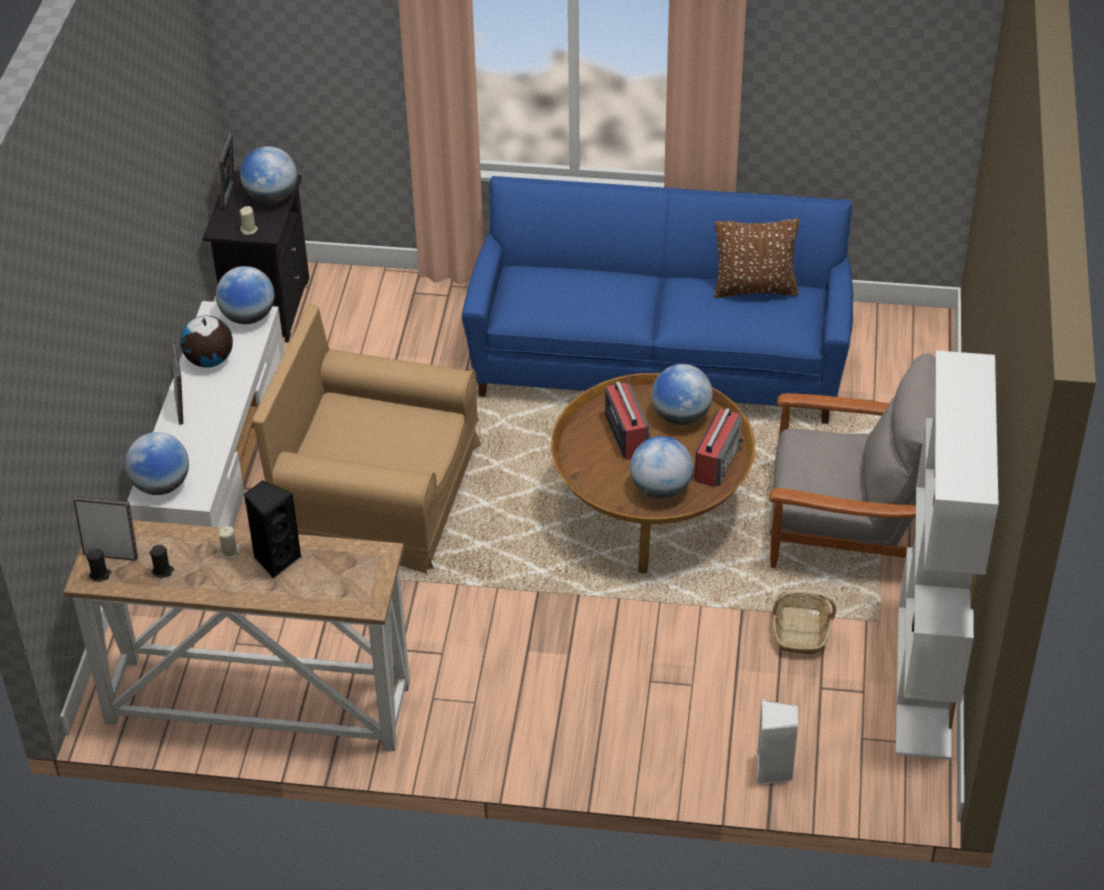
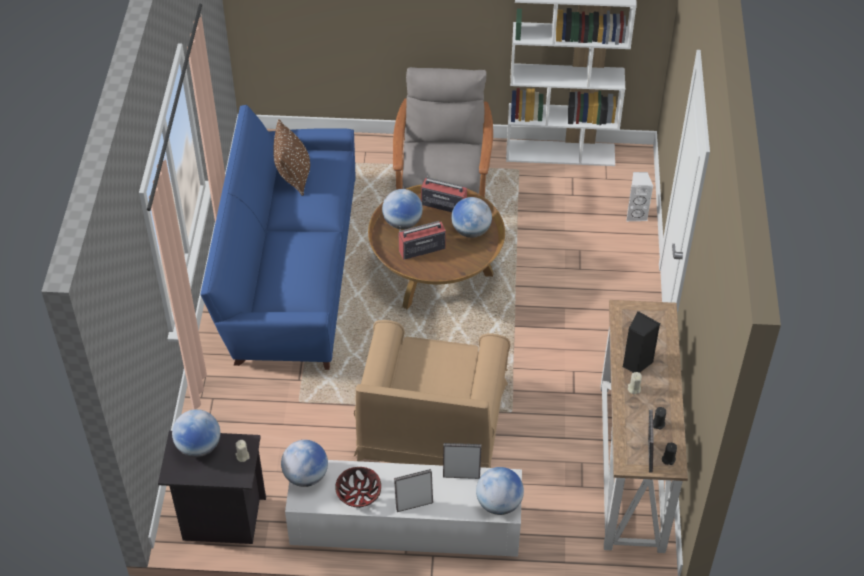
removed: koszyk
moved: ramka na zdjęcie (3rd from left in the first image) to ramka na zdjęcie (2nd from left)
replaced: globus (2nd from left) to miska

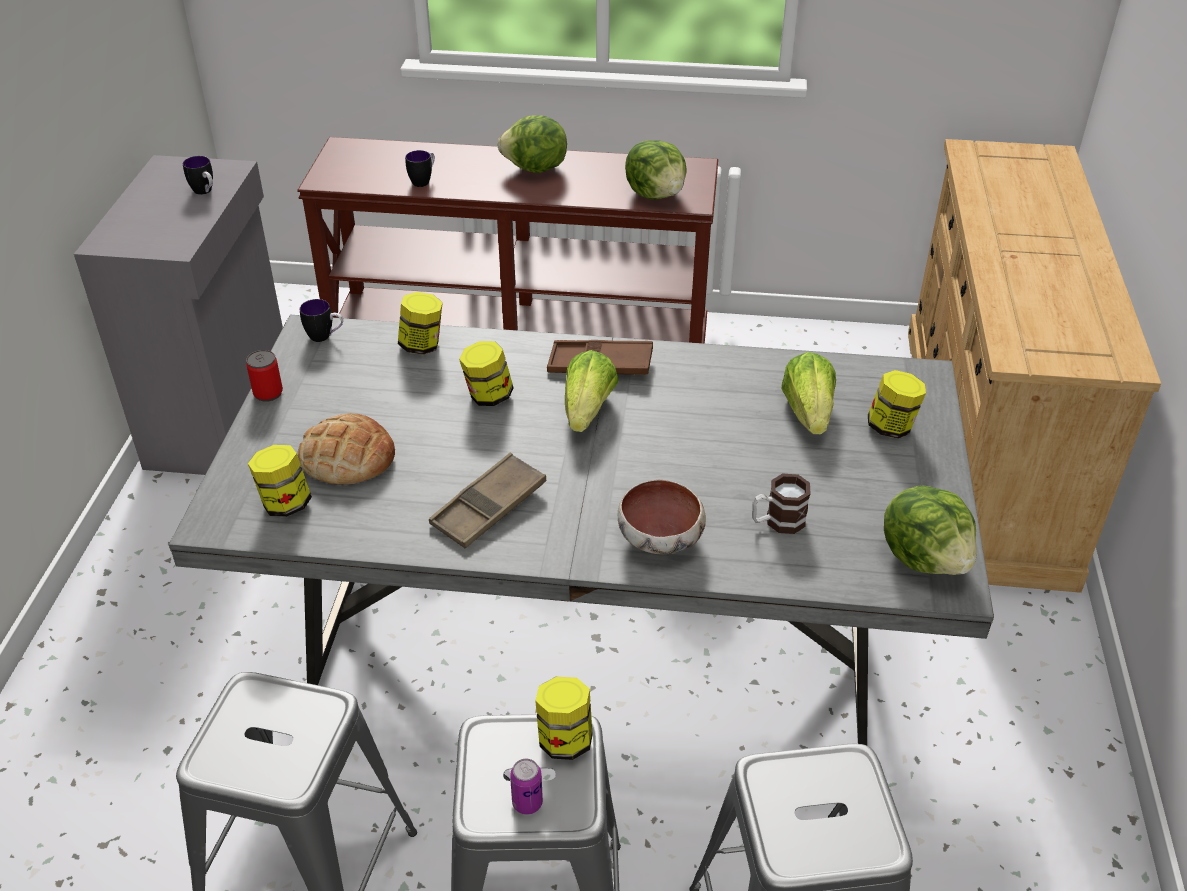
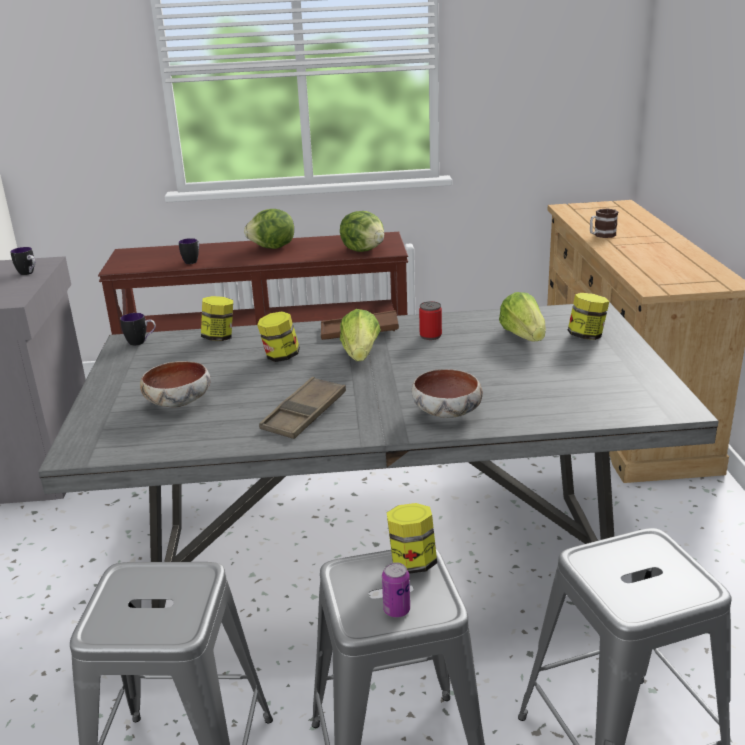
removed: słoik (1st from left); sałata (5th from left)
moved: puszka (1st from left in the first image) to puszka (2nd from left); kubek (4th from left)
replaced: chleb to miska (1st from left)

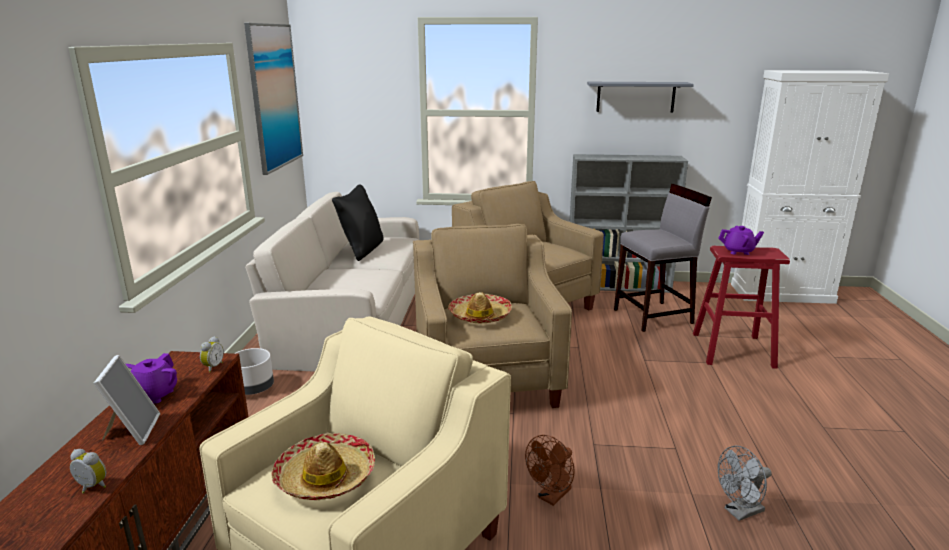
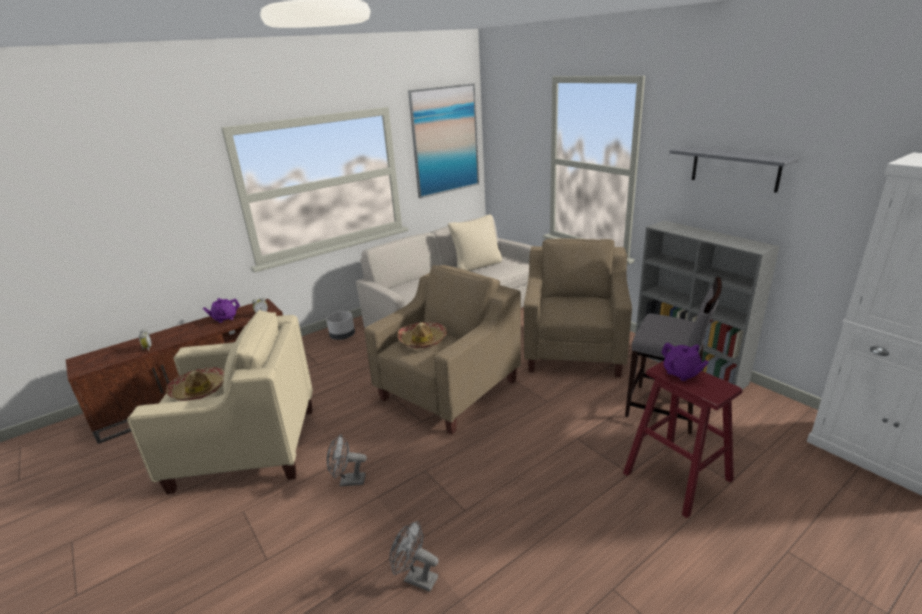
removed: ramka na zdjęcie
recoloured: poduszka [czarny] to poduszka [beżowy]; wentylator [brązowy] to wentylator [szary] (1st from left)

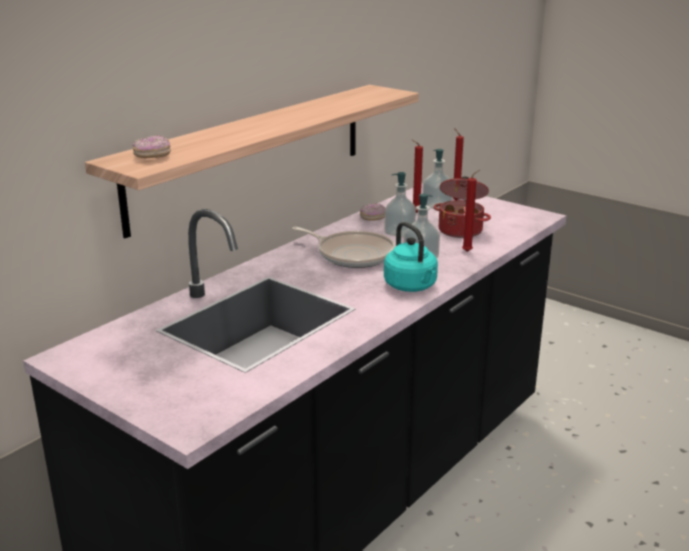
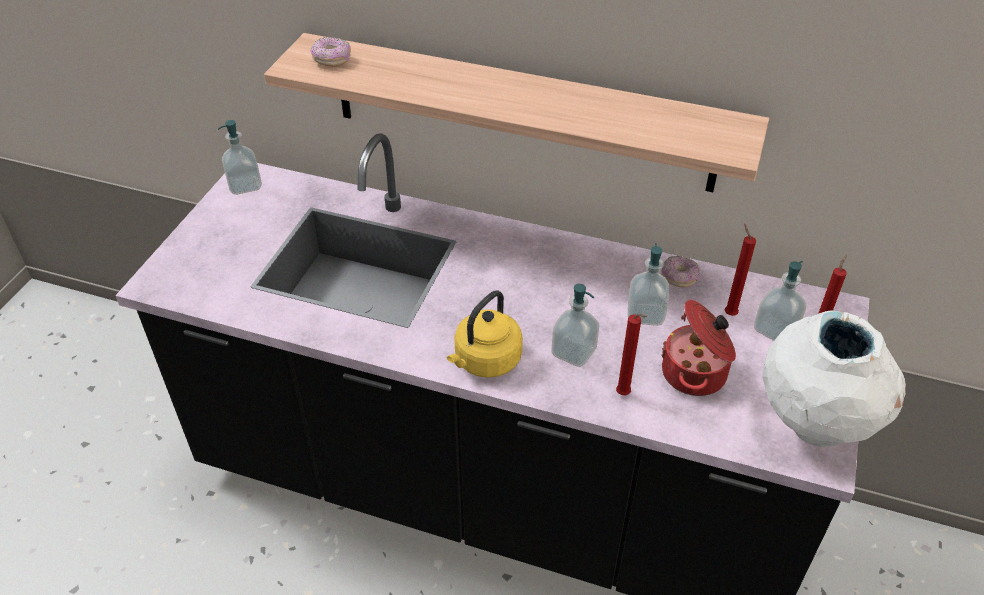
removed: patelnia
added: dozownik mydła (1st from left); wazon [biały]
recoloured: czajnik [turkusowy] to czajnik [żółty]

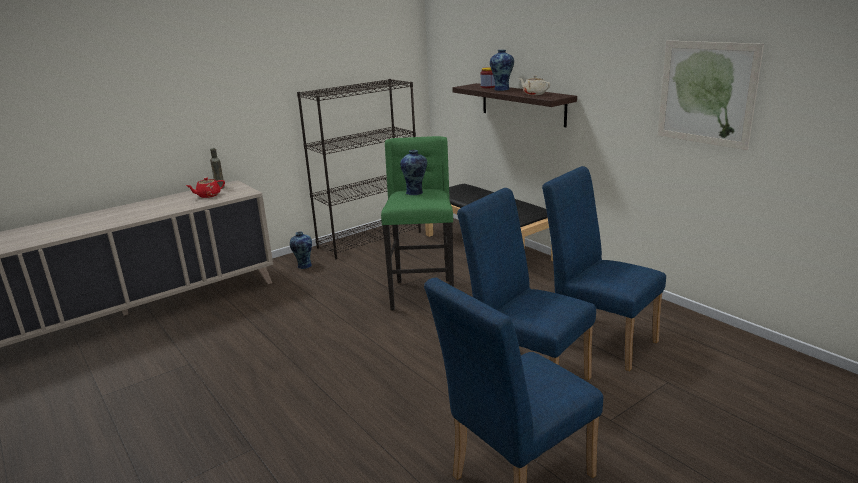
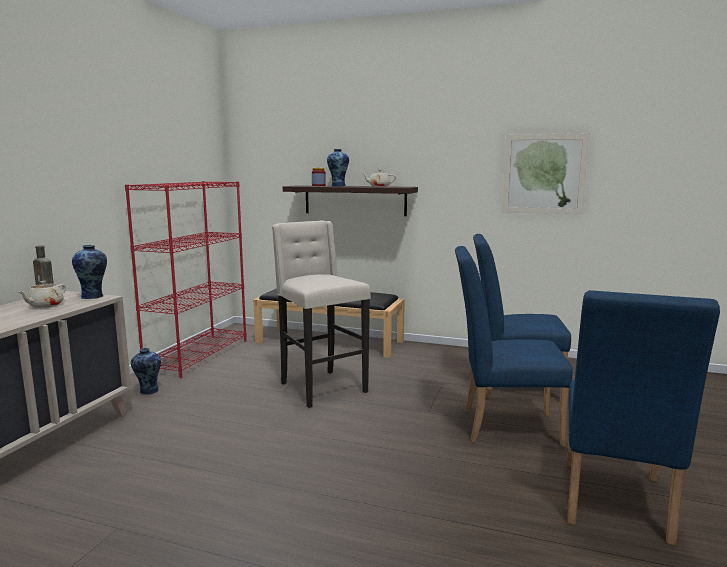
moved: wazon (2nd from left in the first image) to wazon (1st from left)
recoloured: imbryk [czerwony] to imbryk [beżowy] (1st from left); regał [czarny] to regał [czerwony]; stołek [zielony] to stołek [beżowy]

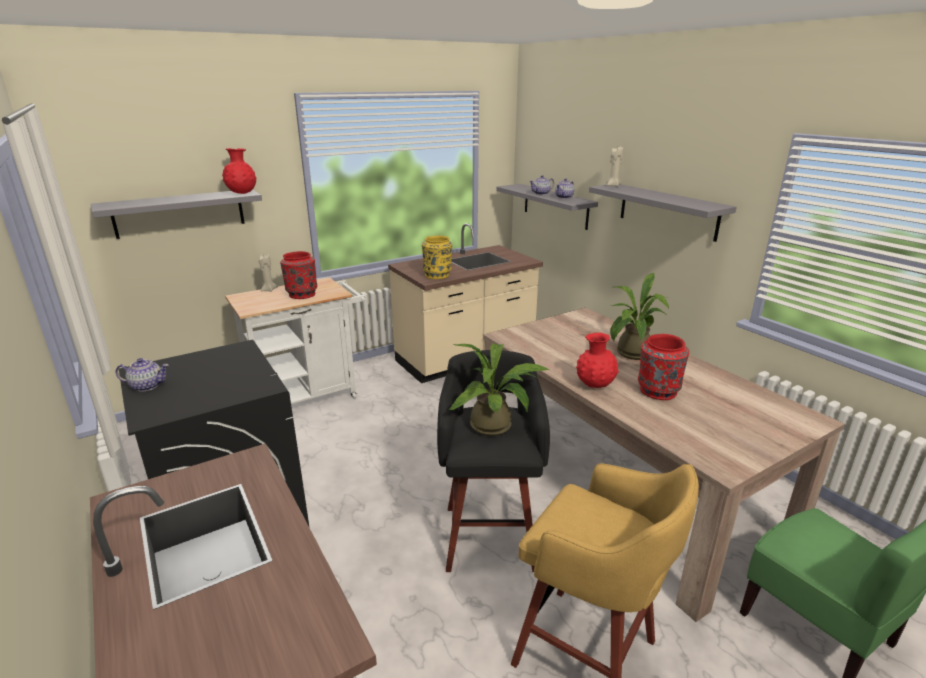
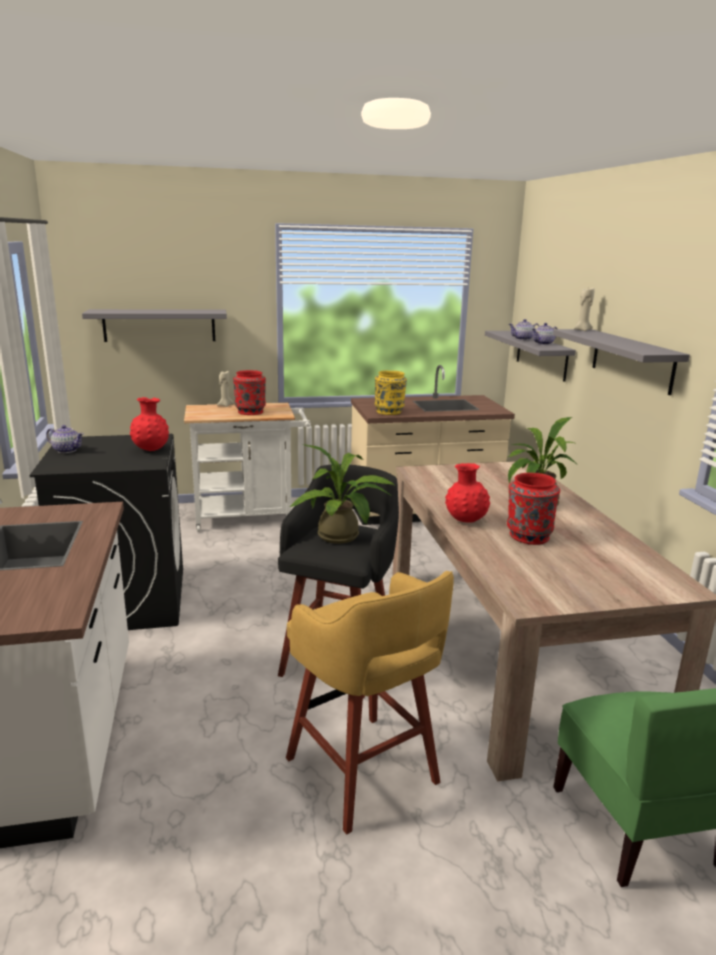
moved: wazon [czerwony] (1st from left)

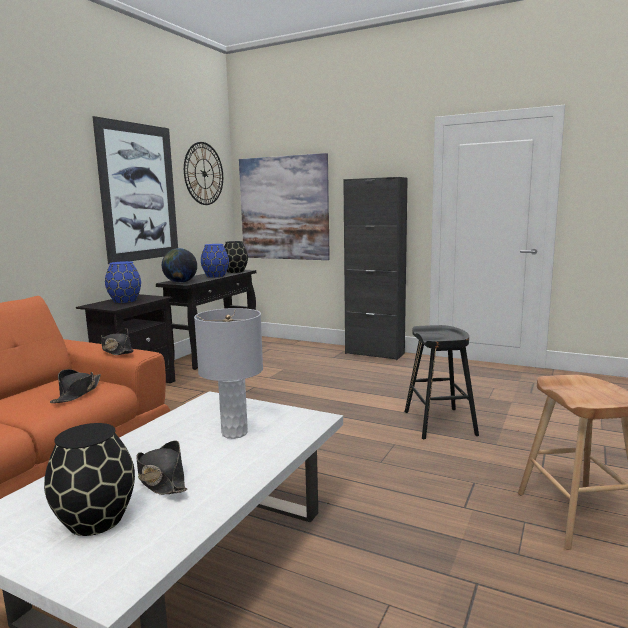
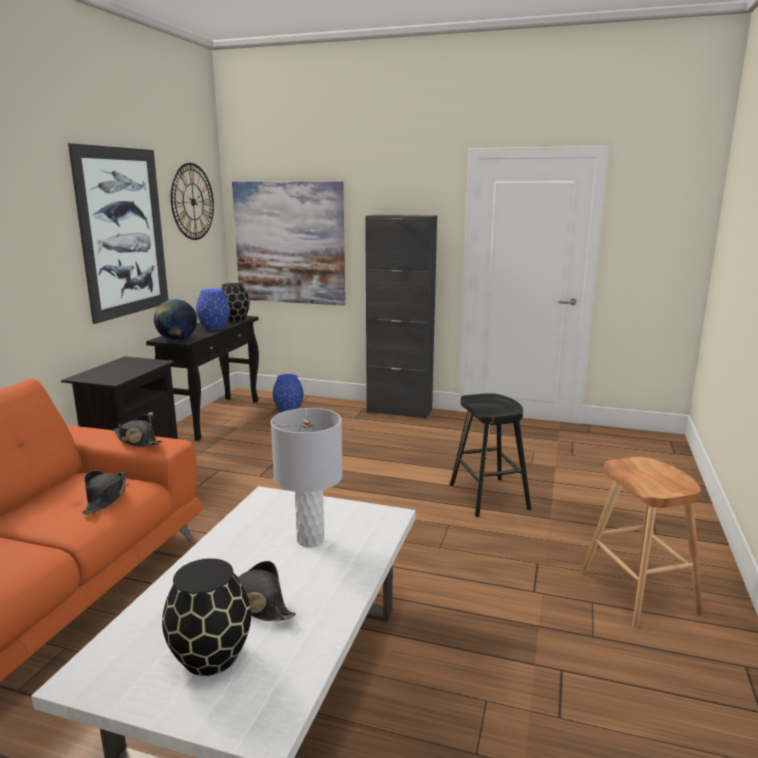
moved: wazon [niebieski] (1st from left in the first image) to wazon [niebieski] (2nd from left)

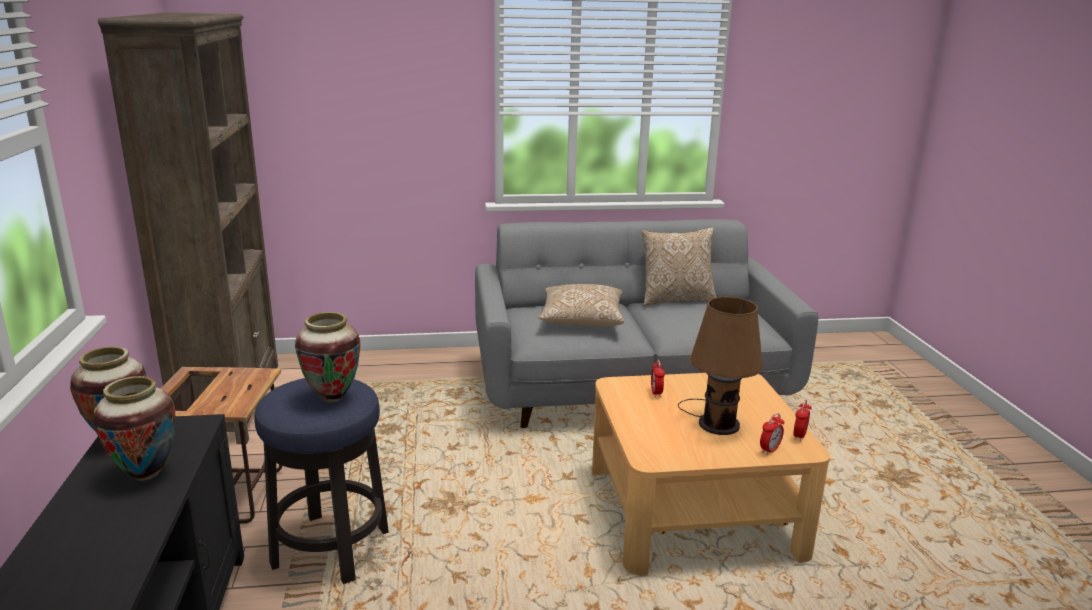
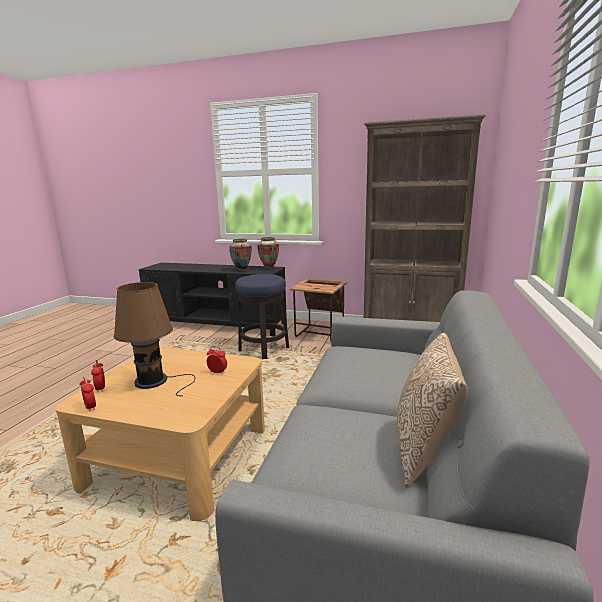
removed: wazon (3rd from left); poduszka (1st from left)

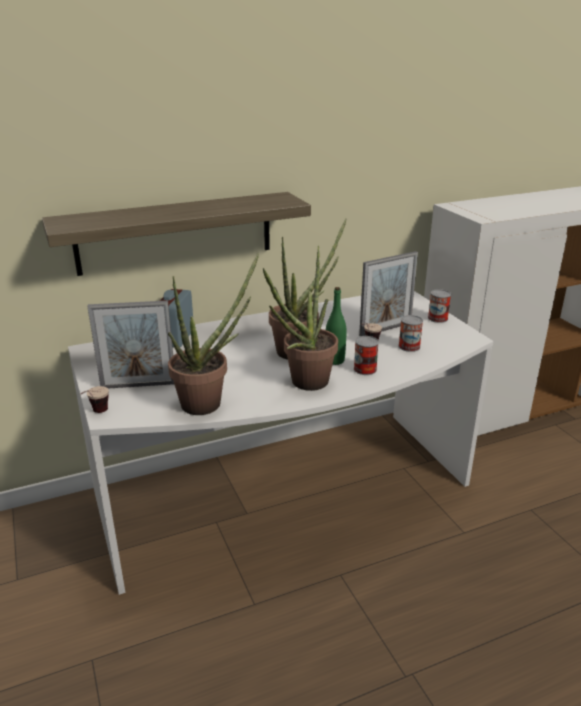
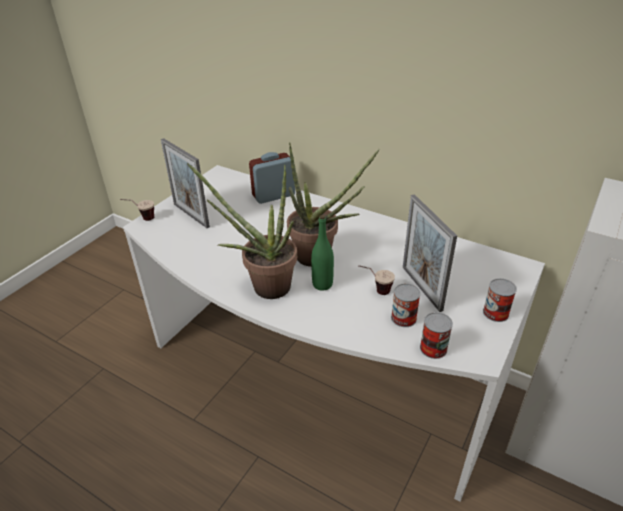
removed: półka; roślina doniczkowa (1st from left)
moved: puszka (1st from left in the first image) to puszka (2nd from left)
turned: ramka na zdjęcie (2nd from left) 45 degrees clockwise

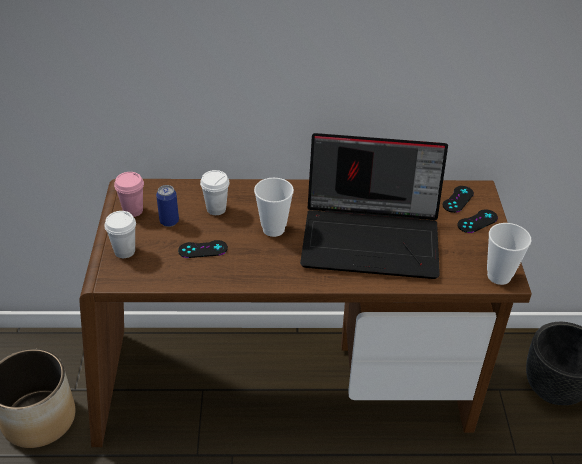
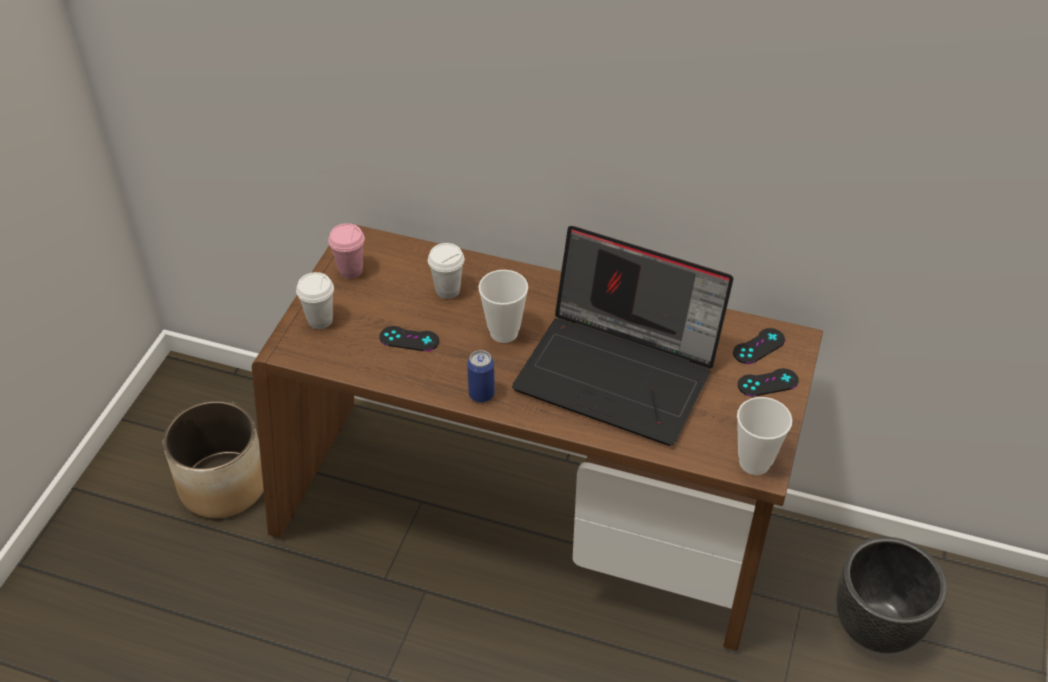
moved: puszka

